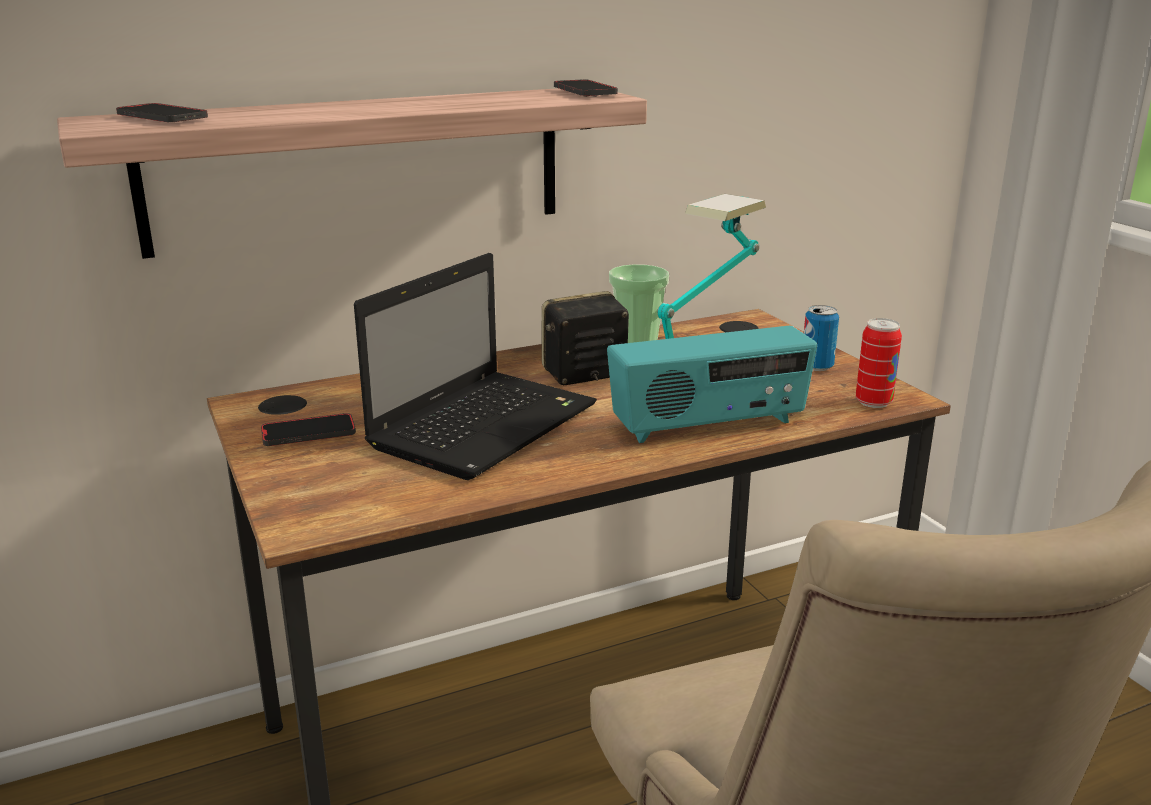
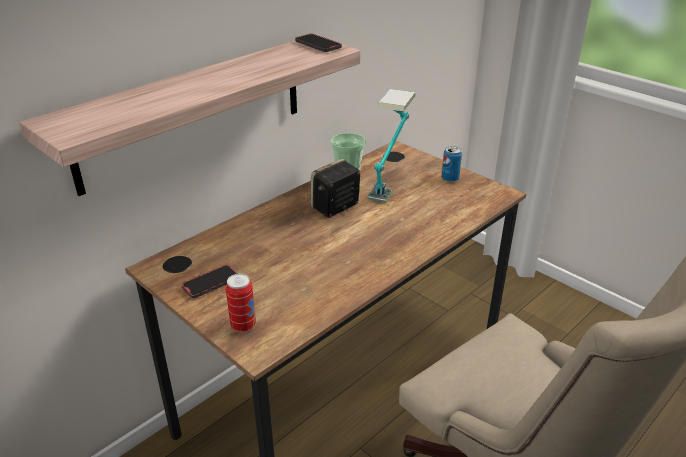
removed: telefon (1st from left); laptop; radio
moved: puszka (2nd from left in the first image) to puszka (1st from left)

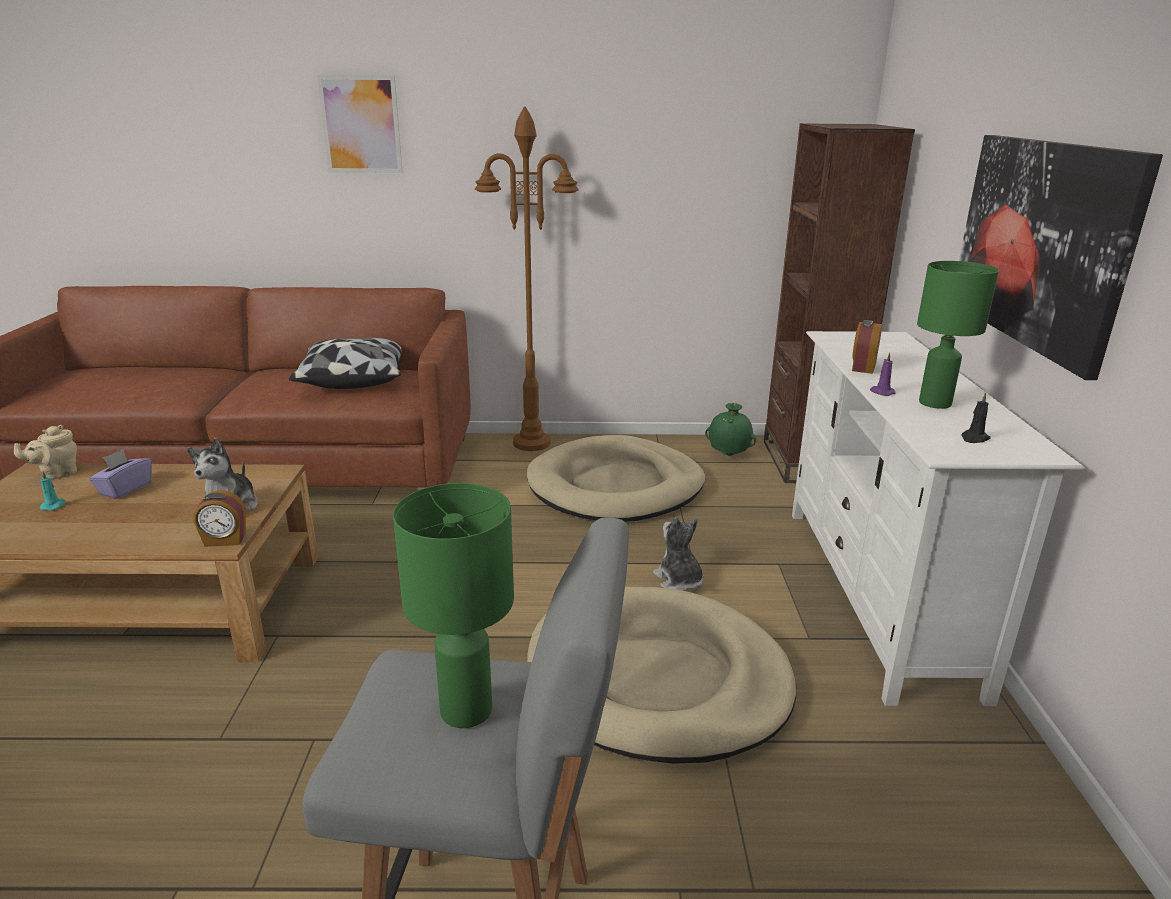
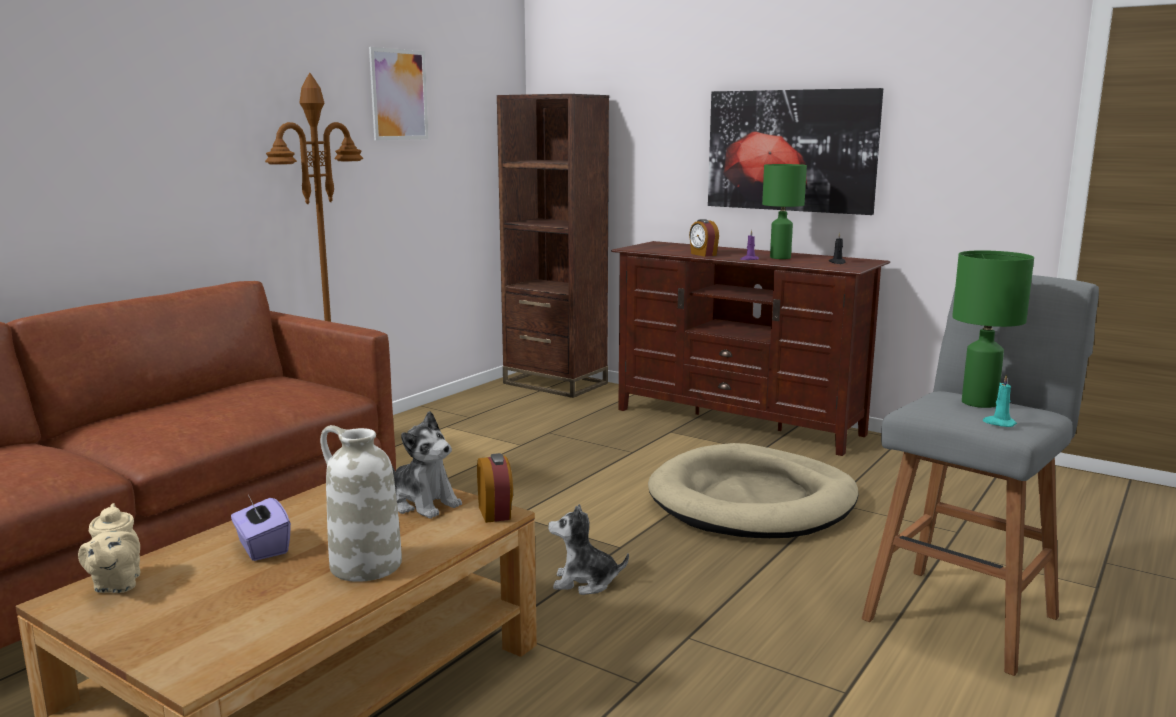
removed: poduszka; legowisko [beżowy] (1st from left); wazon [zielony]
added: wazon [biały]
moved: świeca [turkusowy]; obraz (1st from left); pluszak (2nd from left)
recoloured: szafka pod telewizor [biały] to szafka pod telewizor [brązowy]
turned: budzik (1st from left) 45 degrees counterclockwise

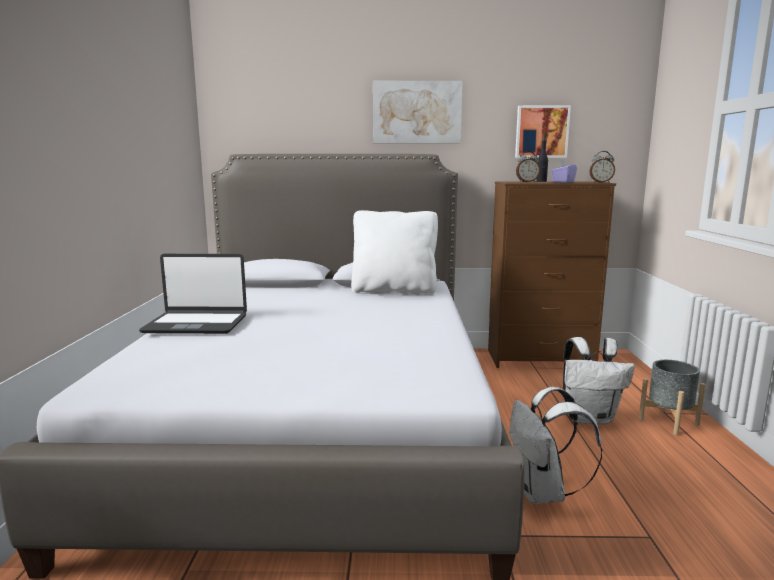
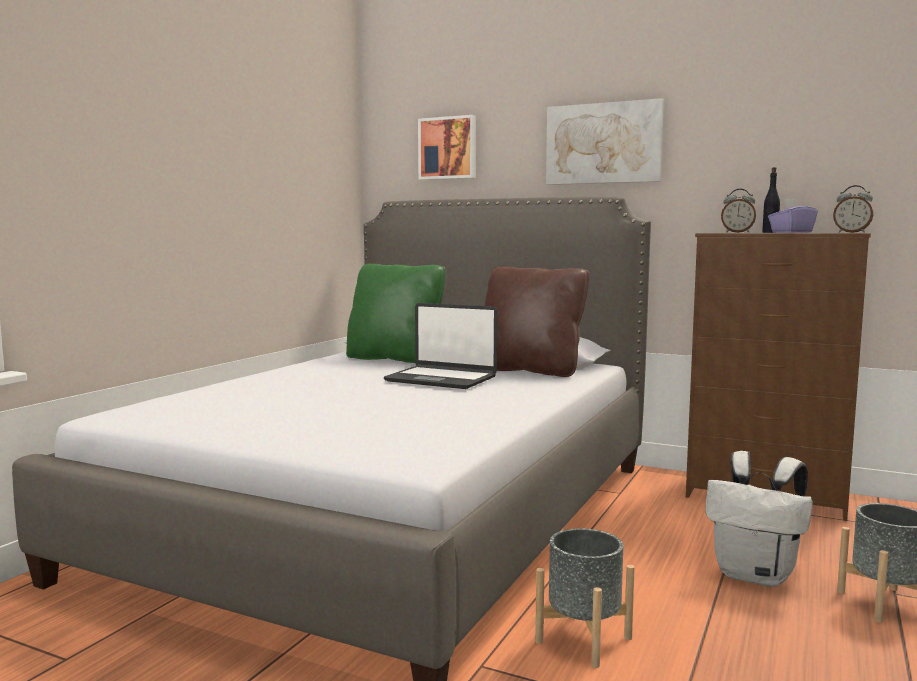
added: poduszka [zielony]
moved: laptop; obraz (2nd from left in the first image) to obraz (1st from left)
replaced: plecak [biały] (1st from left) to donica [szary] (1st from left)
recoloured: poduszka [biały] to poduszka [brązowy]

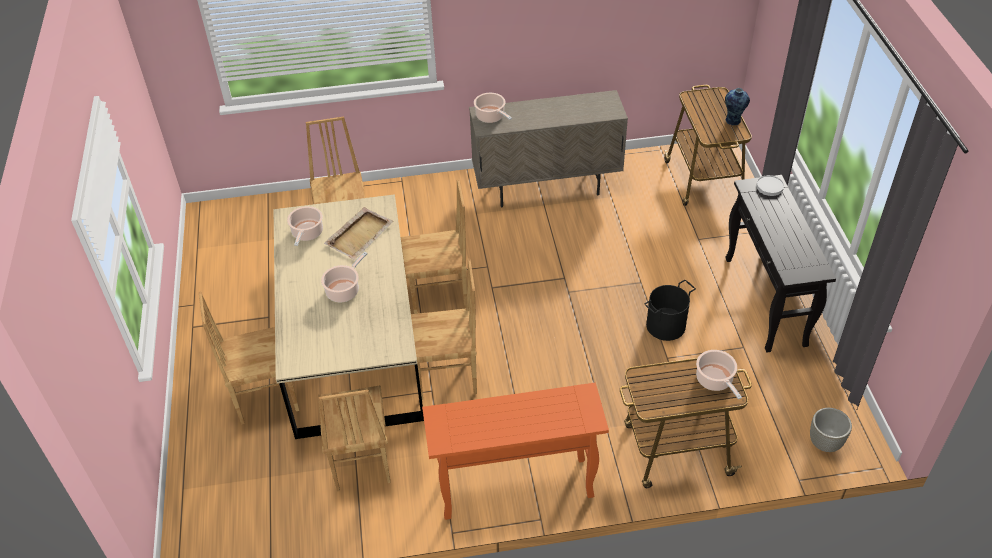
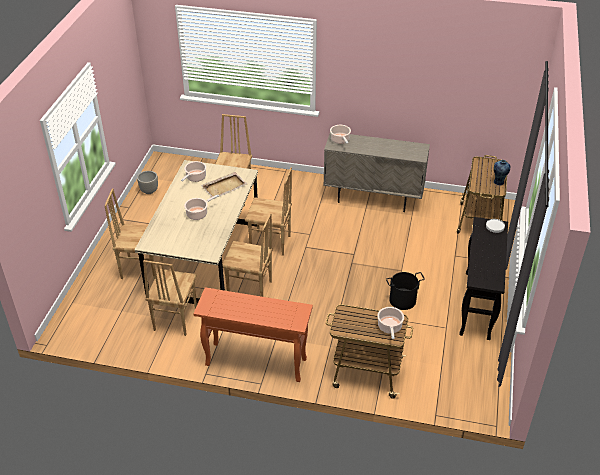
moved: donica [szary]

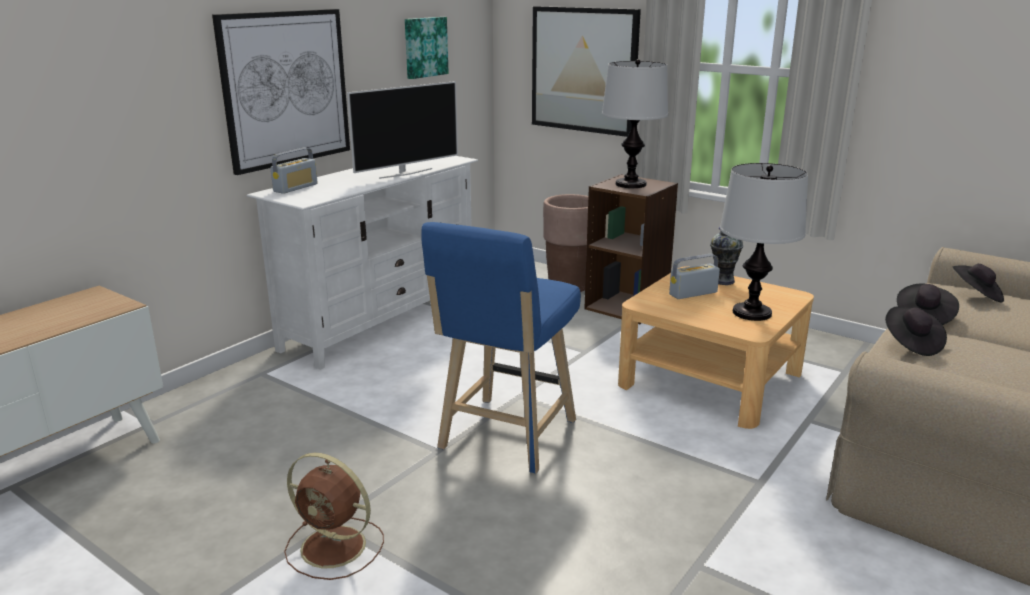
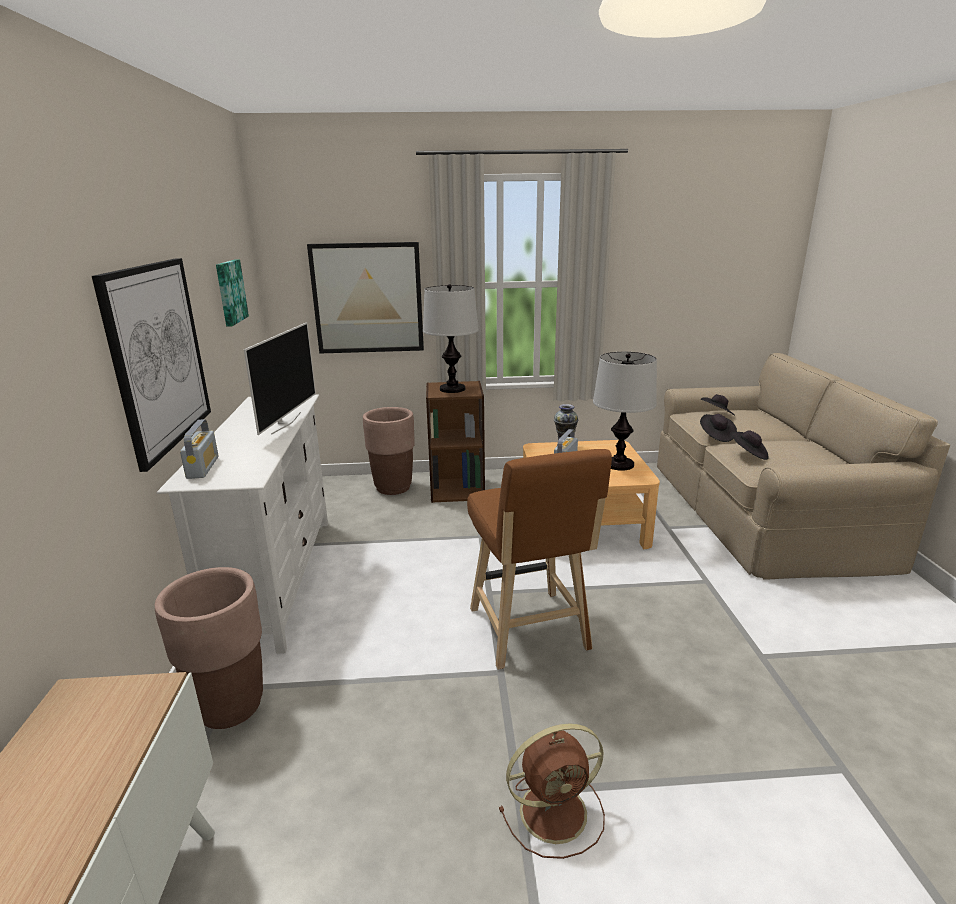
added: donica [brązowy] (1st from left)
recoloured: stołek [niebieski] to stołek [brązowy]

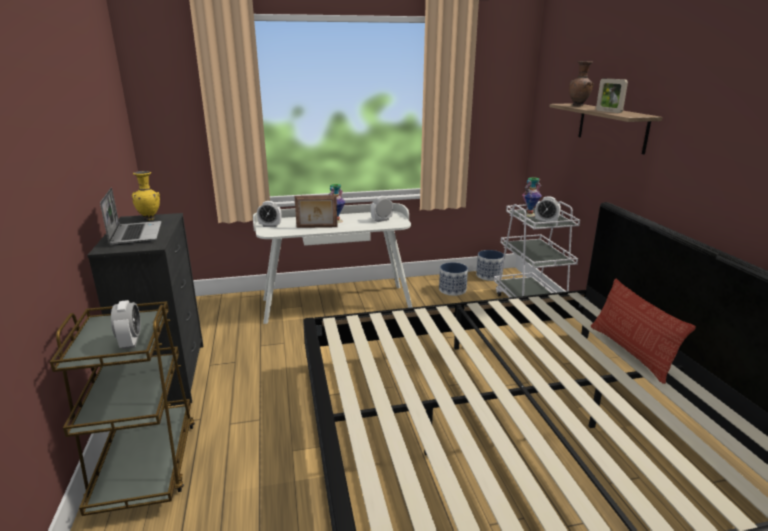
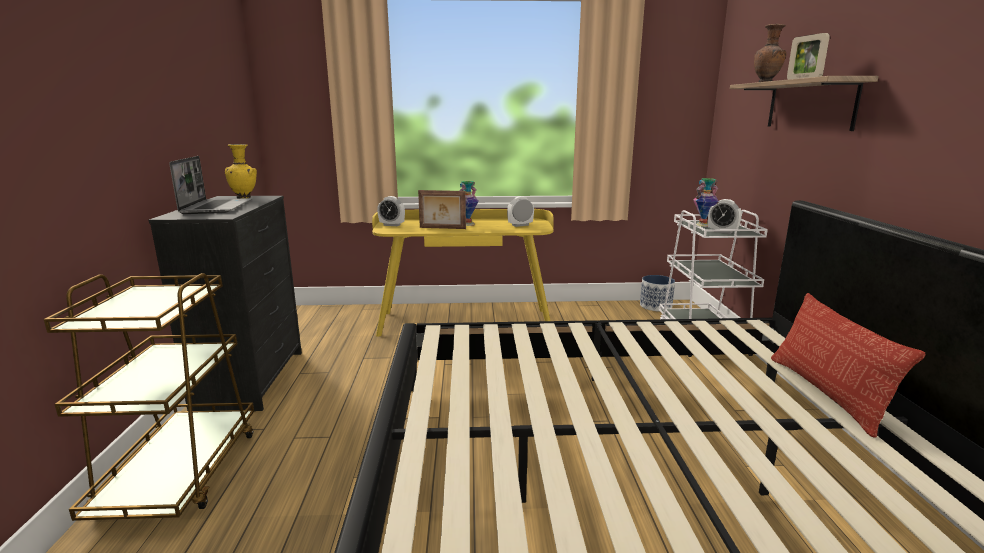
removed: budzik (1st from left); donica (1st from left)
recoloured: biurko [biały] to biurko [żółty]

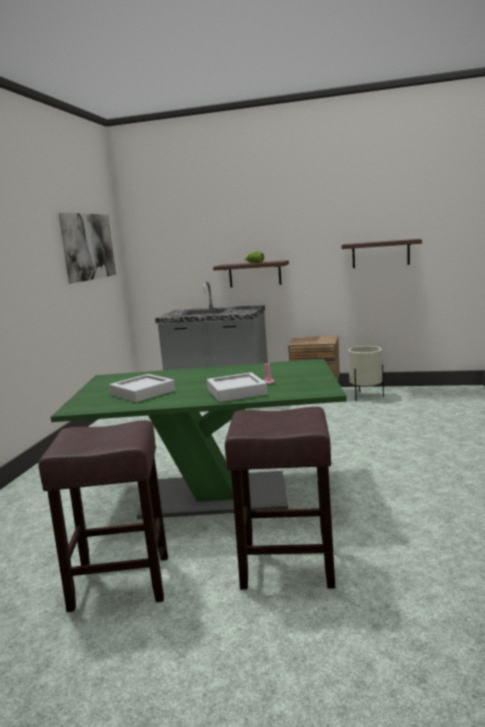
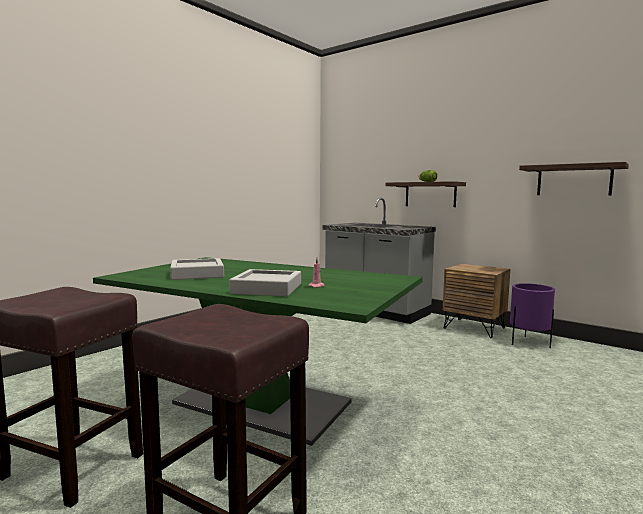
removed: obraz
recoloured: donica [beżowy] to donica [fioletowy]

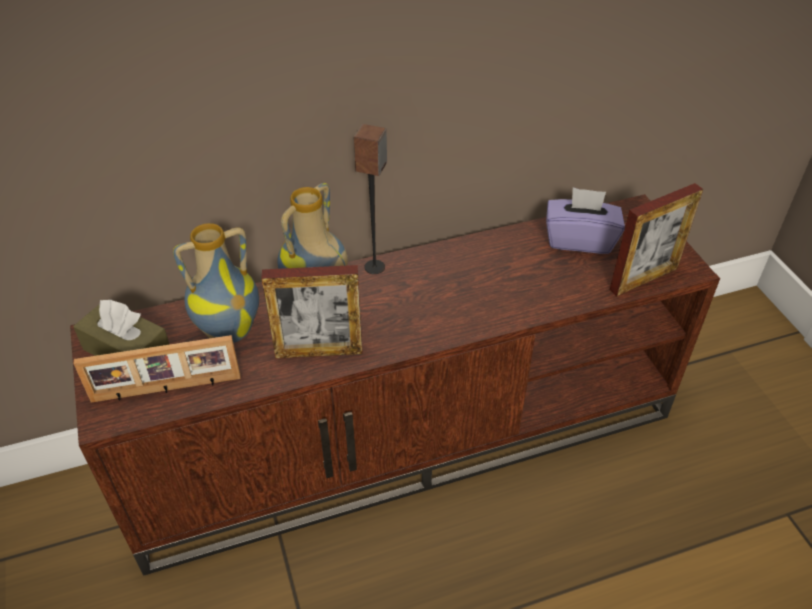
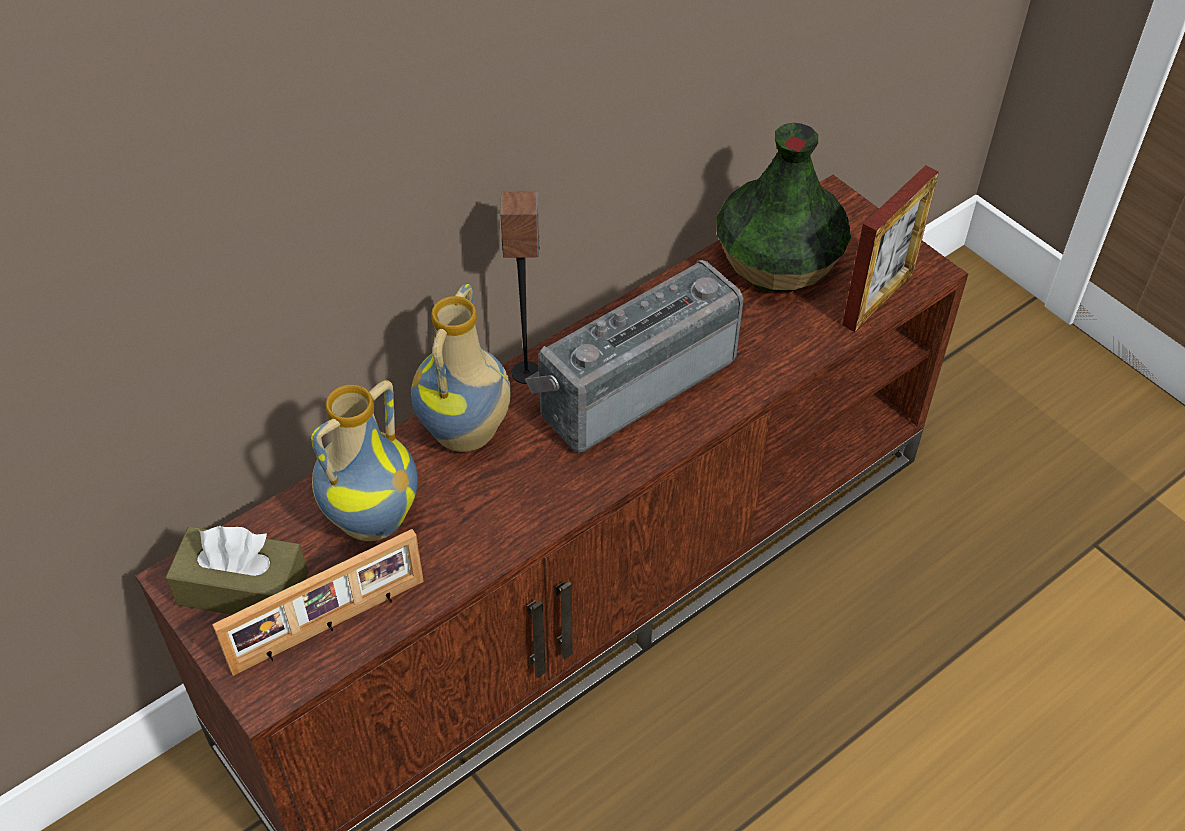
removed: ramka na zdjęcie (2nd from left)
added: radio
replaced: pudełko chusteczek [fioletowy] to wazon (3rd from left)

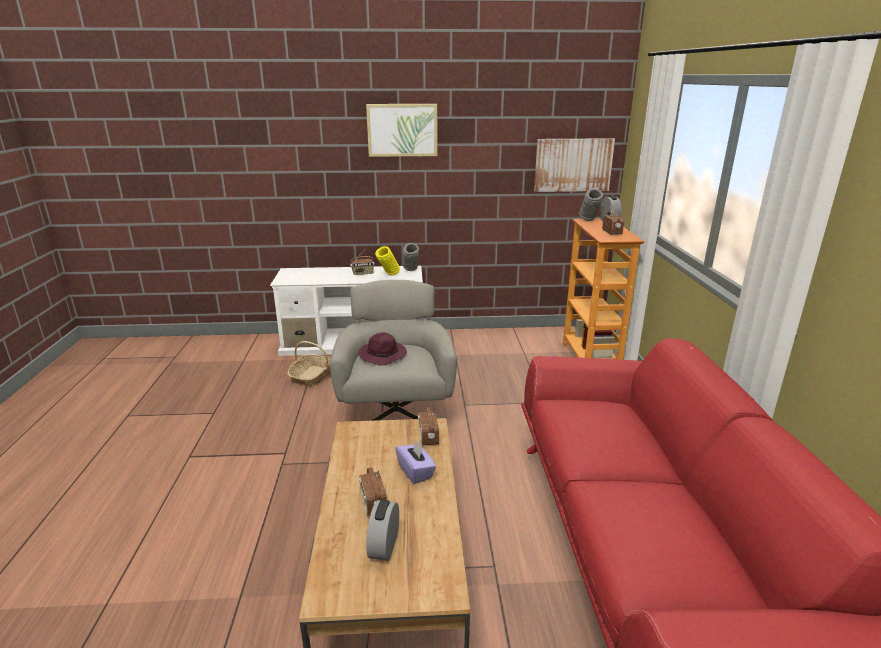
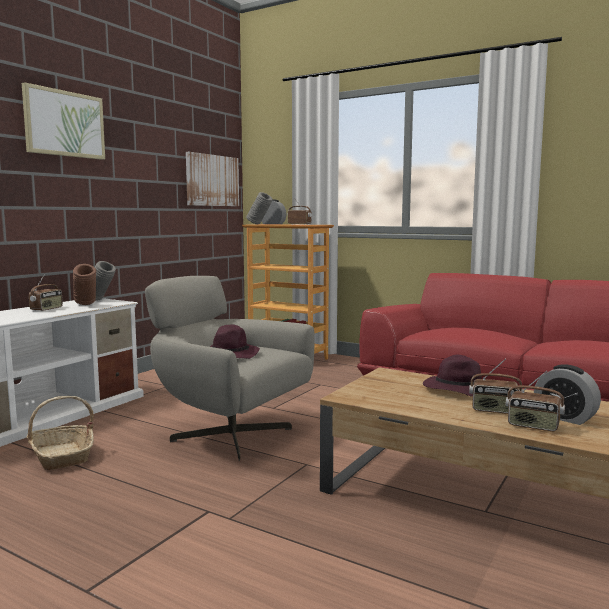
moved: radio (3rd from left in the first image) to radio (4th from left)
replaced: pudełko chusteczek [fioletowy] to kapelusz [fioletowy] (2nd from left)
recoloured: wazon [żółty] to wazon [brązowy]

